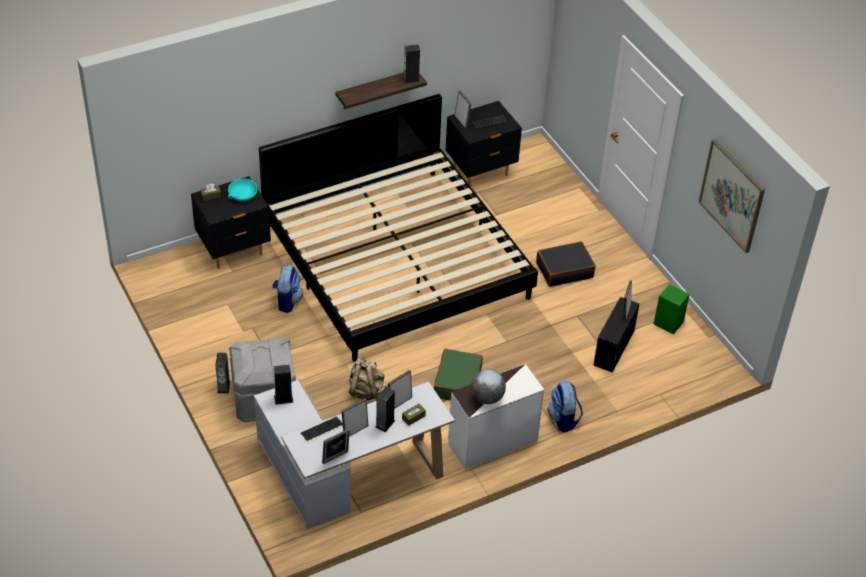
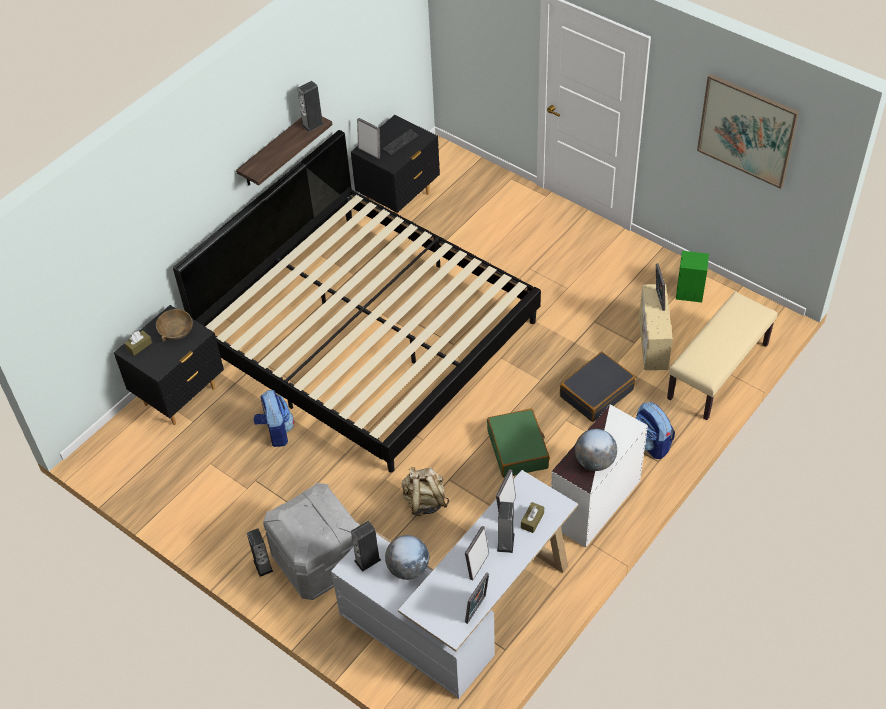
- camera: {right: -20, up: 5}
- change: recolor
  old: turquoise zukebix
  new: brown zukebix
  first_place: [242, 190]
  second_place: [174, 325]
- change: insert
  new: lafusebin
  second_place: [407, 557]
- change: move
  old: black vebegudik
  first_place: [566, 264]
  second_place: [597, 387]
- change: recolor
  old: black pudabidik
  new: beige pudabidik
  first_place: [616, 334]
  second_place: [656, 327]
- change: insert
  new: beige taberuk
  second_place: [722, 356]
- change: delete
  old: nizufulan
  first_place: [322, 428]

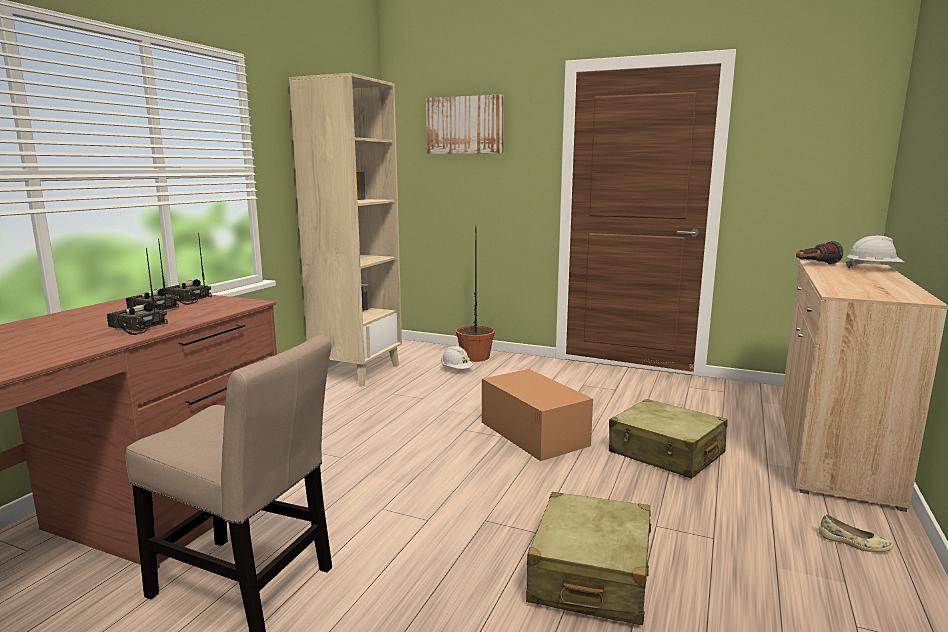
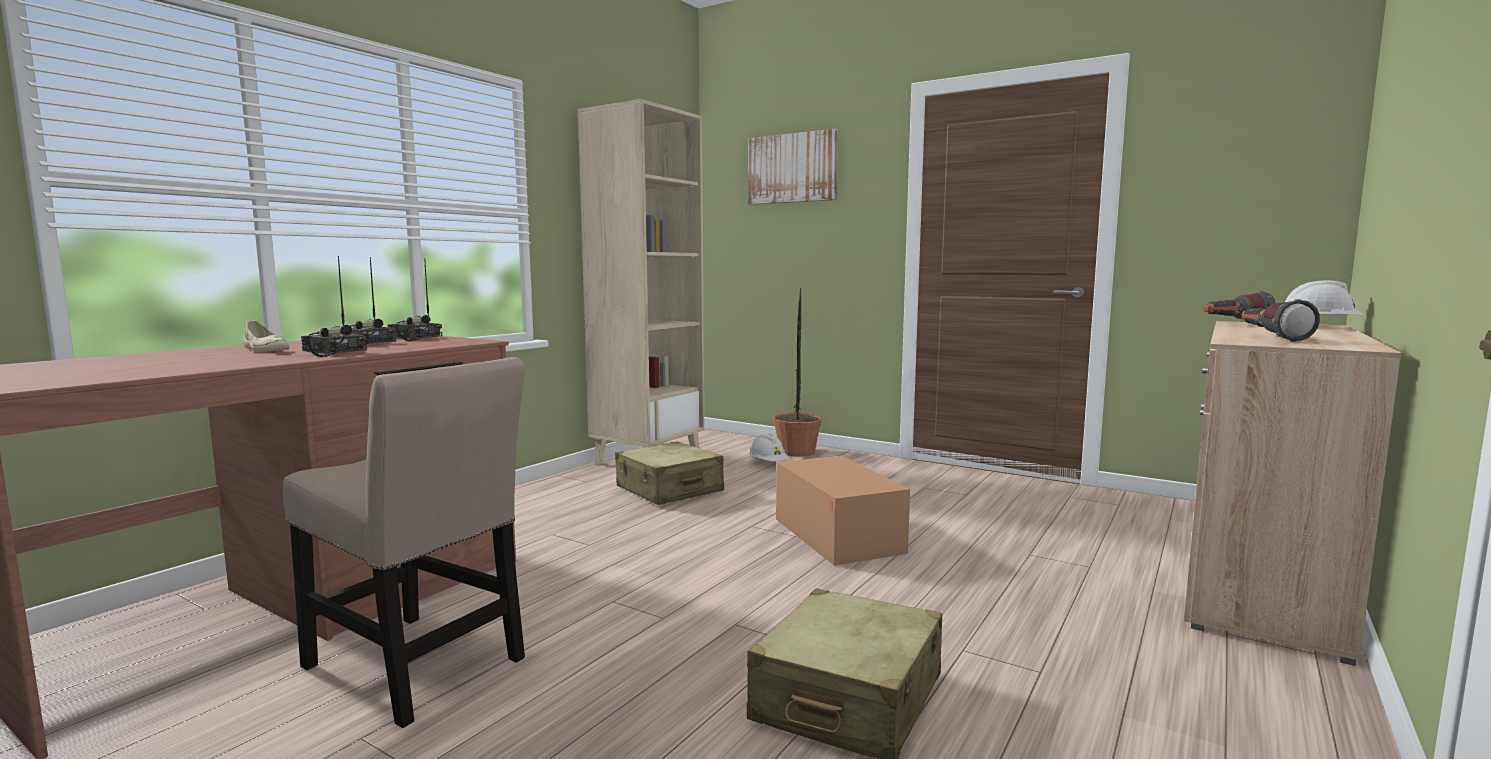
- camera: {right: 10, up: -5}
- change: move
  old: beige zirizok
  first_place: [856, 533]
  second_place: [266, 336]
- change: move
  old: beige vebegudik
  first_place: [668, 439]
  second_place: [669, 473]
- change: insert
  new: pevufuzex
  second_place: [1281, 320]

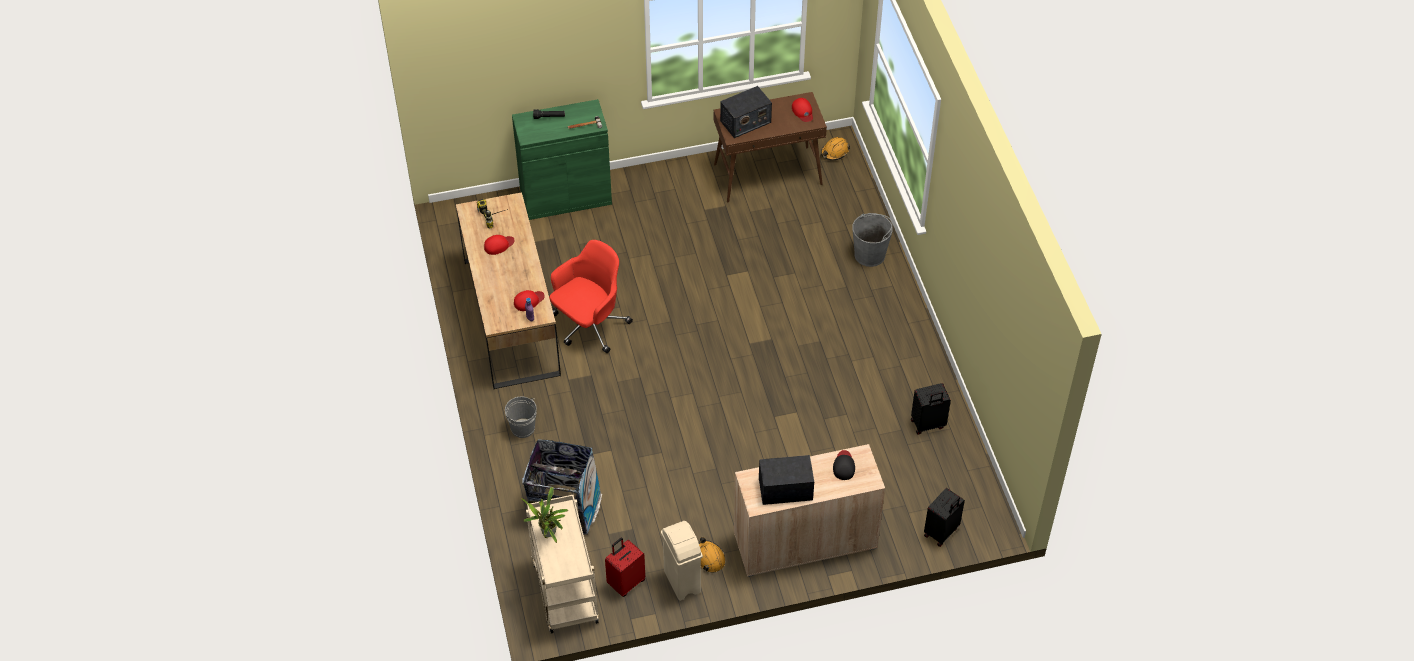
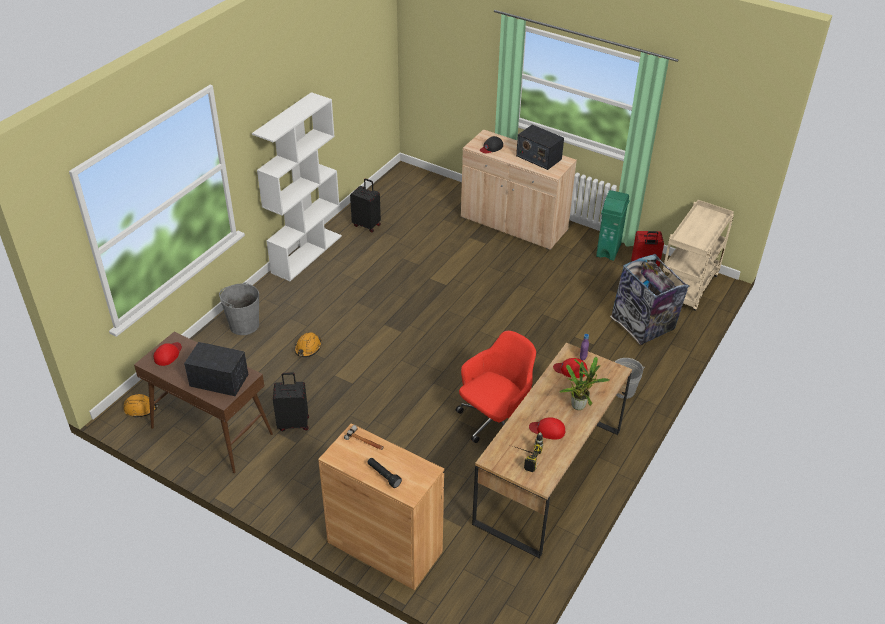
- camera: {right: -135, up: -10}
- change: insert
  new: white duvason
  second_place: [297, 186]
- change: move
  old: black vebegudik
  first_place: [944, 517]
  second_place: [291, 401]
- change: move
  old: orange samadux
  first_place: [712, 555]
  second_place: [308, 344]
- change: recolor
  old: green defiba
  new: brown defiba
  first_place: [562, 159]
  second_place: [381, 506]
- change: rotate
  old: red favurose
  first_place: [591, 296]
  second_place: [496, 387]
  degrees: 135
- change: move
  old: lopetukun
  first_place: [544, 515]
  second_place: [584, 383]
- change: recolor
  old: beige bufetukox
  new: green bufetukox
  first_place: [682, 561]
  second_place: [612, 225]

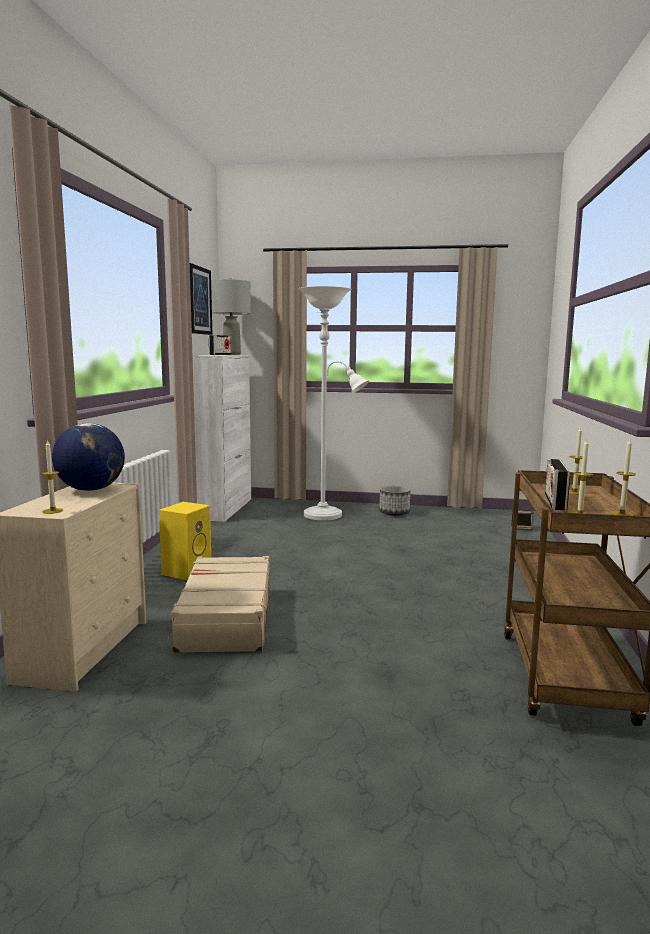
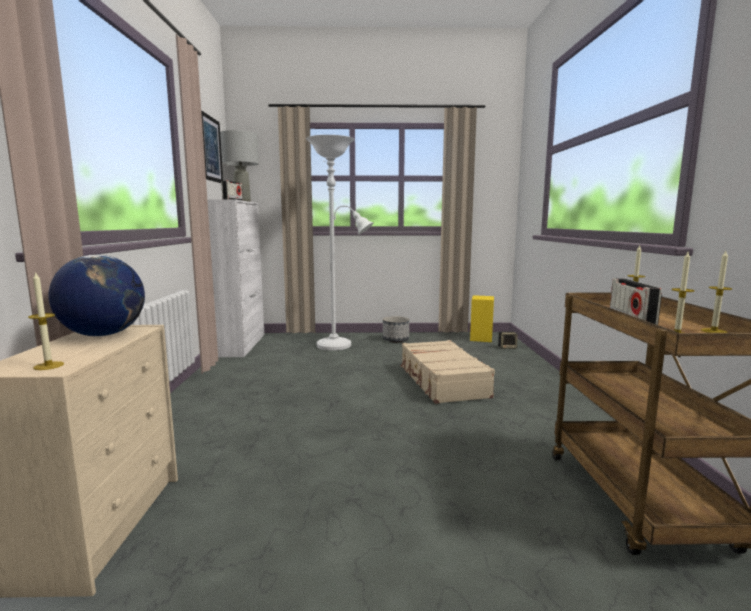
- camera: {right: -10, up: 0}
- change: move
  old: beige vebegudik
  first_place: [219, 604]
  second_place: [447, 372]
- change: move
  old: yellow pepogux
  first_place: [185, 541]
  second_place: [482, 318]

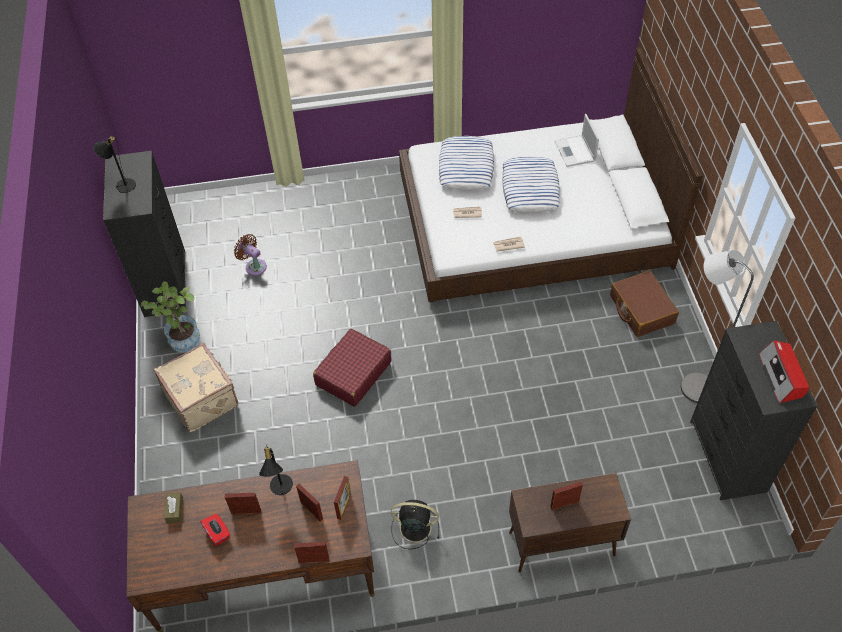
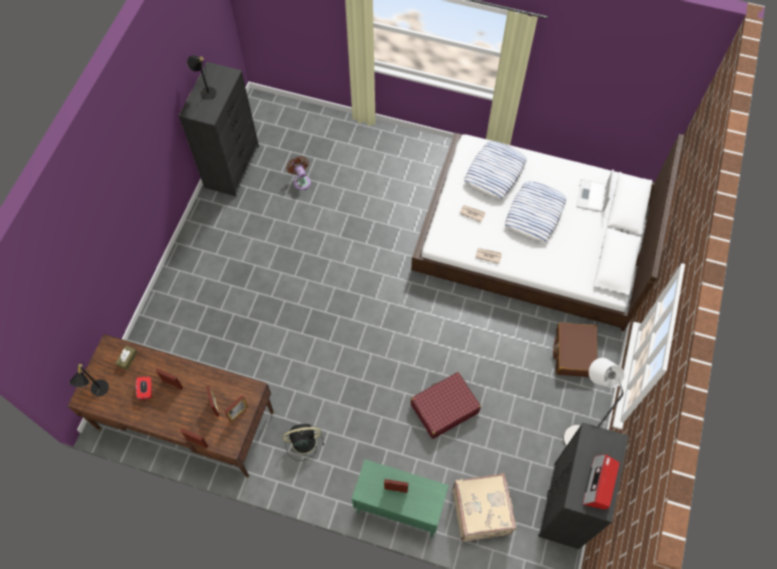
- camera: {right: 25, up: 10}
- change: move
  old: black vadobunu
  first_place: [276, 470]
  second_place: [89, 380]
- change: rotate
  old: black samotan
  first_place: [415, 524]
  second_place: [303, 442]
  degrees: -45
- change: recolor
  old: brown defiba
  new: green defiba
  first_place: [570, 523]
  second_place: [400, 498]
- change: move
  old: red vebegudik
  first_place: [352, 368]
  second_place: [446, 405]
- change: move
  old: beige vebegudik
  first_place: [196, 388]
  second_place: [484, 507]
- change: delete
  old: lopetukun
  first_place: [170, 317]

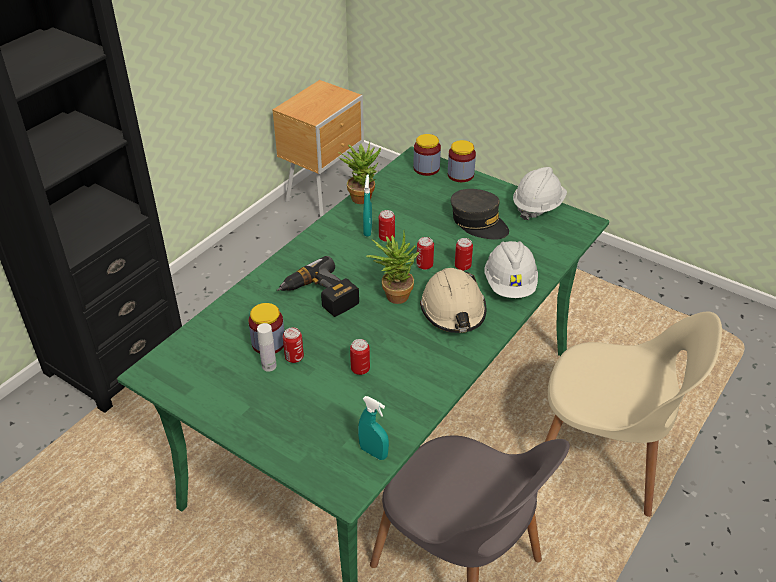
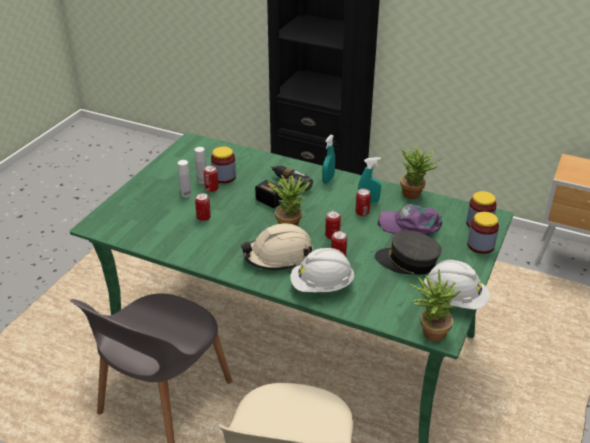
- camera: {right: 80, up: -5}
- change: insert
  new: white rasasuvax
  second_place: [184, 178]
- change: move
  old: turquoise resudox
  first_place: [373, 428]
  second_place: [328, 159]
- change: rotate
  old: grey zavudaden
  first_place: [480, 214]
  second_place: [408, 253]
  degrees: 75
- change: insert
  new: purple zavudaden
  second_place: [409, 219]
- change: insert
  new: lopetukun
  second_place: [435, 305]

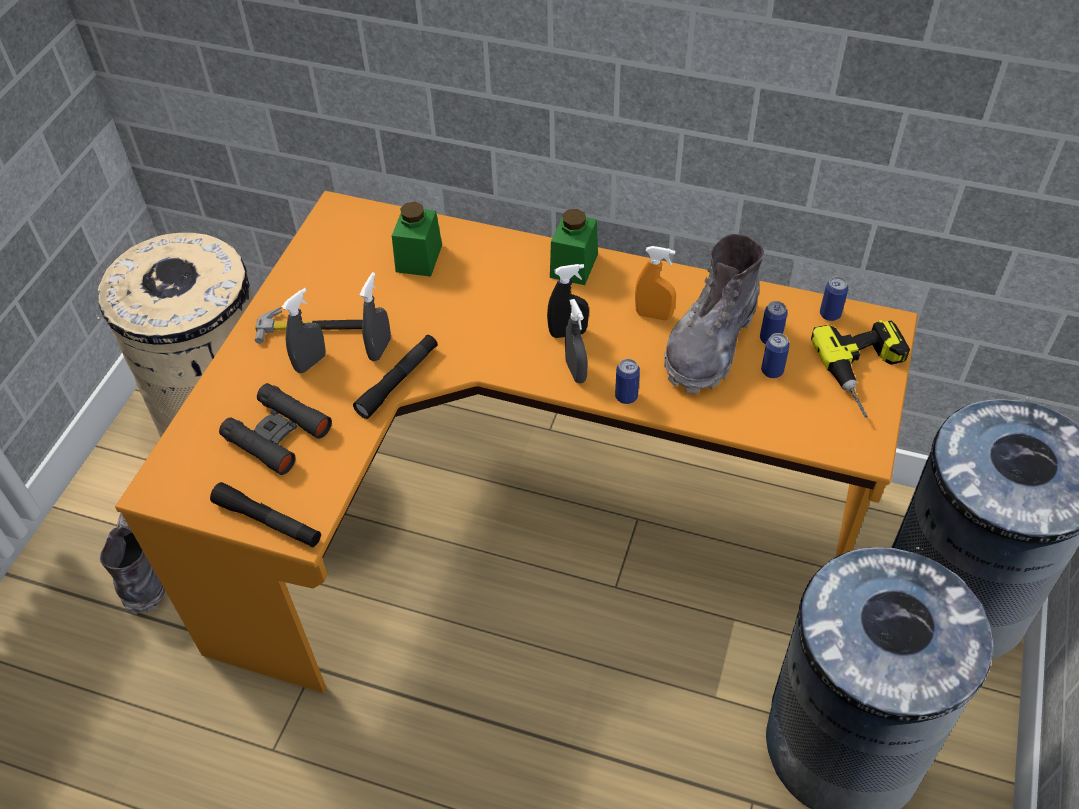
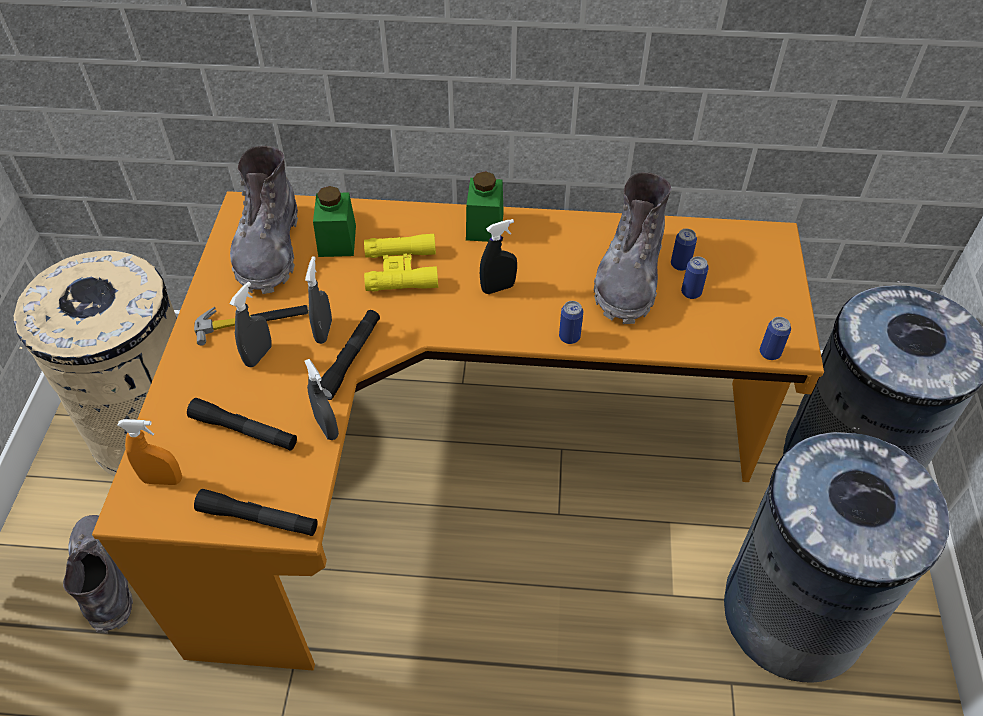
- camera: {right: -15, up: 0}
- change: move
  old: orange resudox
  first_place: [655, 283]
  second_place: [149, 452]
- change: replace
  old: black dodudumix
  new: black pevufuzex
  first_place: [275, 429]
  second_place: [242, 424]
- change: insert
  new: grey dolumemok
  second_place: [264, 220]
- change: move
  old: grey resudox
  first_place: [576, 341]
  second_place: [321, 399]
- change: insert
  new: yellow dodudumix
  second_place: [401, 263]
- change: move
  old: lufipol
  first_place: [834, 298]
  second_place: [775, 338]
- change: delete
  old: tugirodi
  first_place: [860, 369]

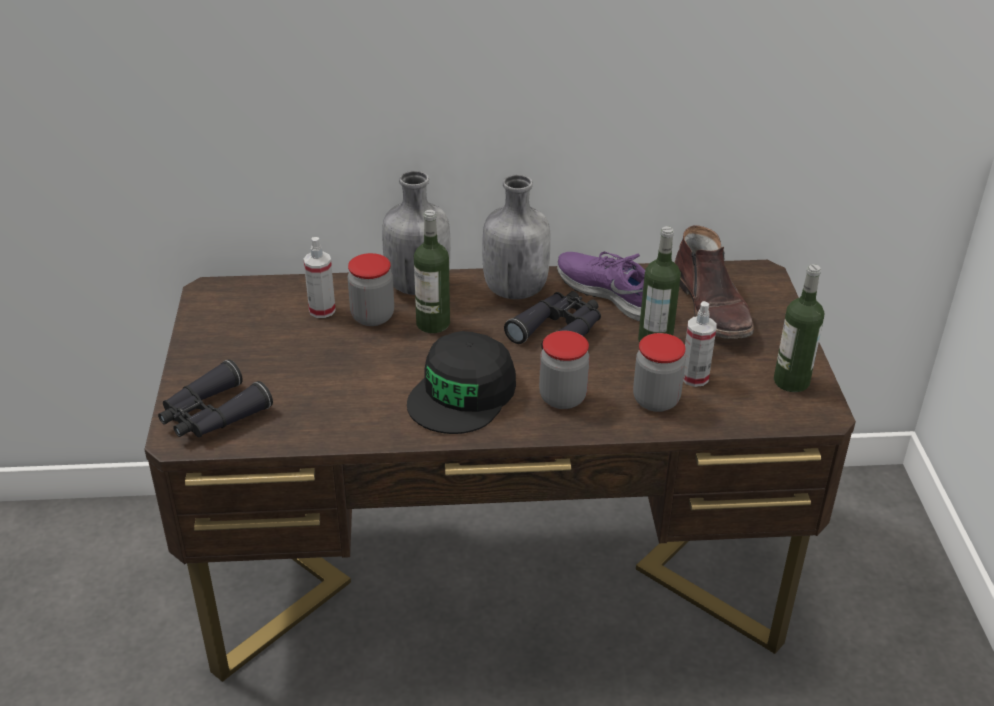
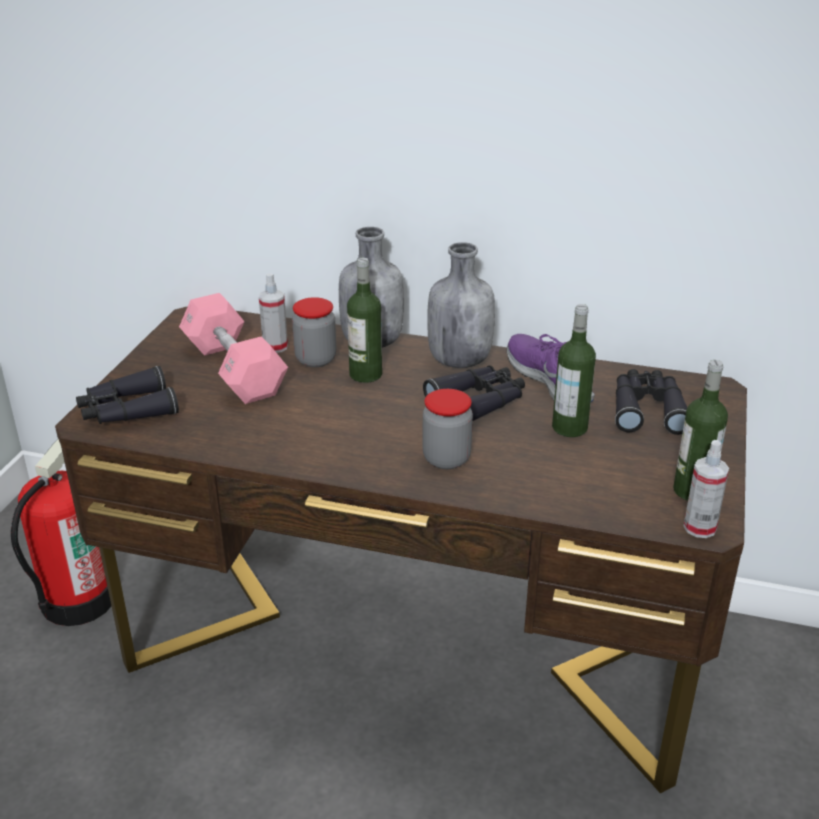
- camera: {right: 20, up: -5}
- change: insert
  new: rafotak
  second_place: [61, 532]
- change: insert
  new: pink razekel
  second_place: [233, 348]
- change: replace
  old: brown dolumemok
  new: black dodudumix
  first_place: [714, 282]
  second_place: [651, 402]
- change: move
  old: resudox
  first_place: [699, 344]
  second_place: [706, 489]
- change: delete
  old: black zavudaden
  first_place: [461, 382]
- change: delete
  old: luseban
  first_place: [659, 372]

